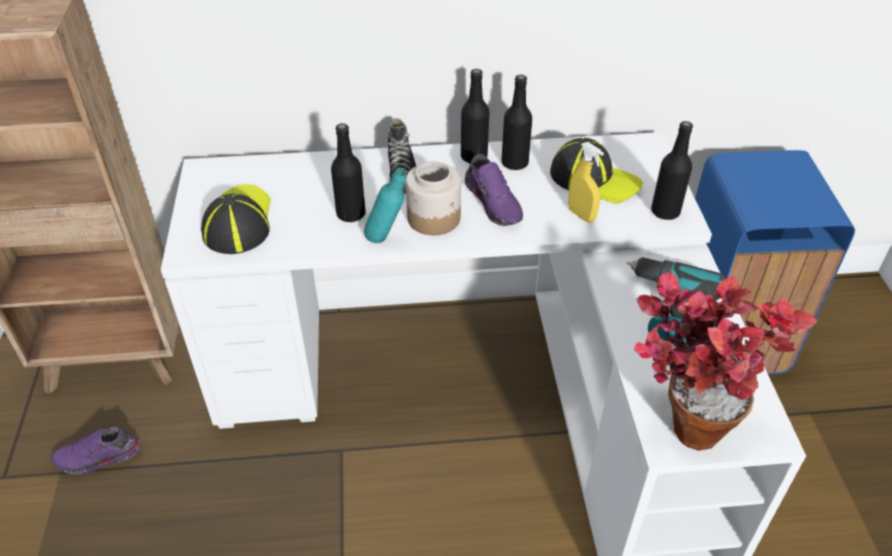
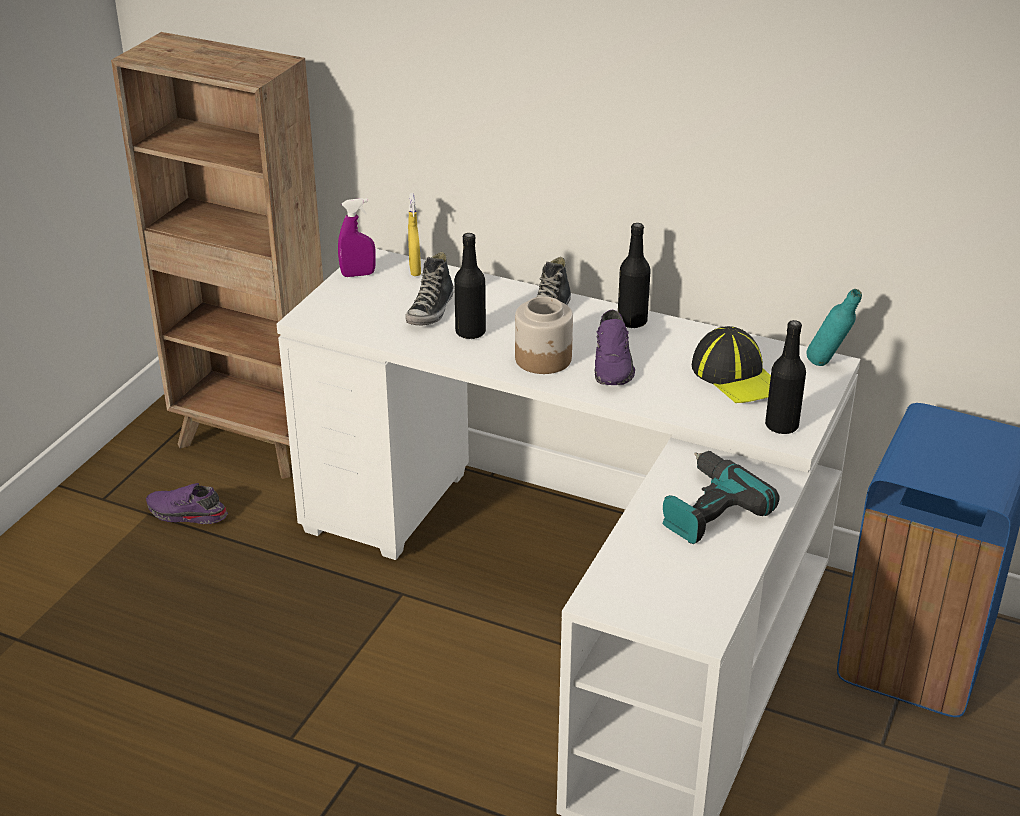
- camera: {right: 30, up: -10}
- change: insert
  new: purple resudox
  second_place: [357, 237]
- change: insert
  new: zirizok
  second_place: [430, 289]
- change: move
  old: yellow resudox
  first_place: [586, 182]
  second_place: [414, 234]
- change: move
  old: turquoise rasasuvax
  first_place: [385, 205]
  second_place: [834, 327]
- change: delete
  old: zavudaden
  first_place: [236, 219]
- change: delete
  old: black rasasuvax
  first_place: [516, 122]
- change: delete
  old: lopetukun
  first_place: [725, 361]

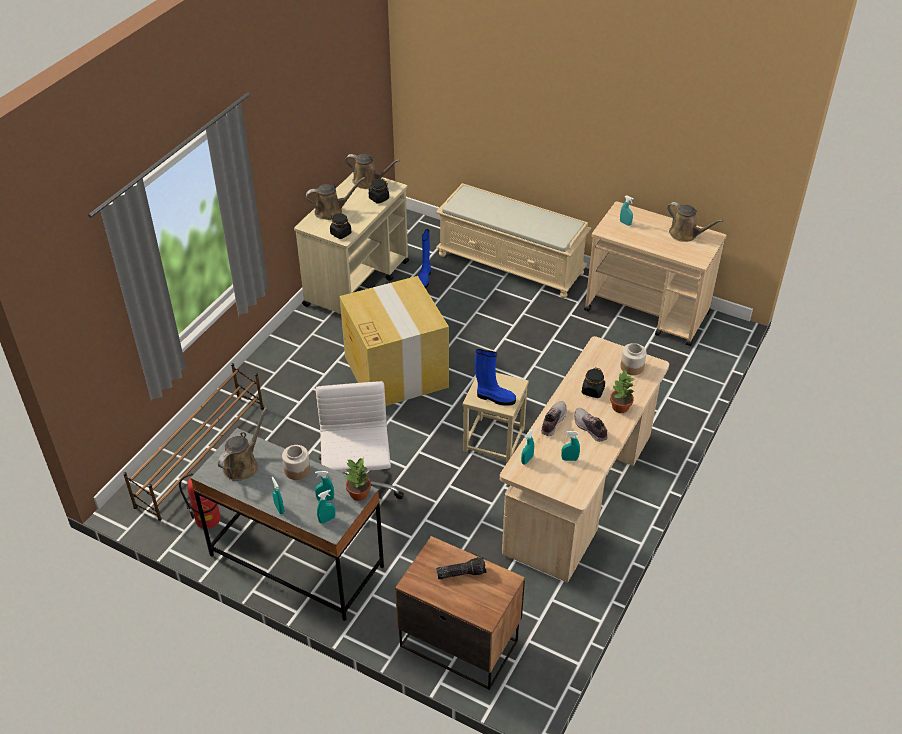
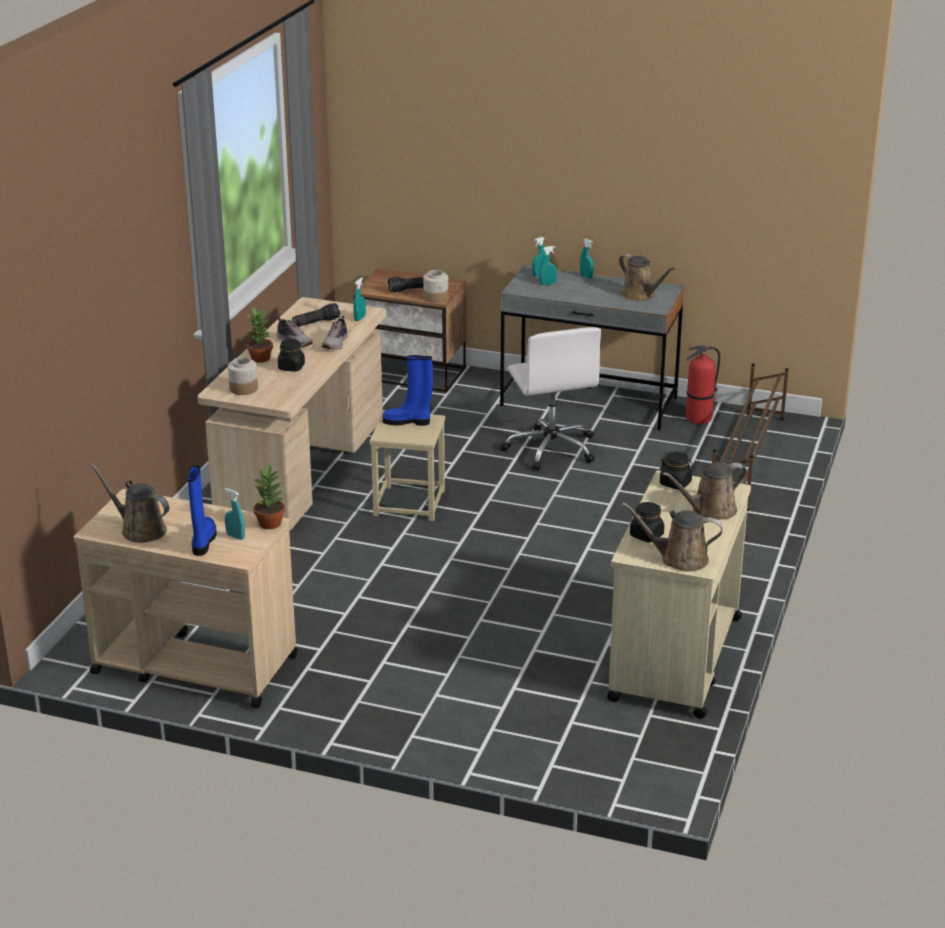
- camera: {right: 170, up: -15}
- change: move
  old: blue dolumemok
  first_place: [424, 259]
  second_place: [202, 510]
- change: move
  old: lopetukun
  first_place: [358, 479]
  second_place: [269, 496]
- change: replace
  old: turquoise resudox
  new: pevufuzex
  first_place: [570, 446]
  second_place: [316, 315]
- change: move
  old: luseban
  first_place: [296, 462]
  second_place: [435, 286]
- change: rotate
  old: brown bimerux
  first_place: [243, 444]
  second_place: [647, 277]
  degrees: -60
- change: delete
  old: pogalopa
  first_place: [394, 341]
- change: delete
  old: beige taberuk
  first_place: [513, 240]

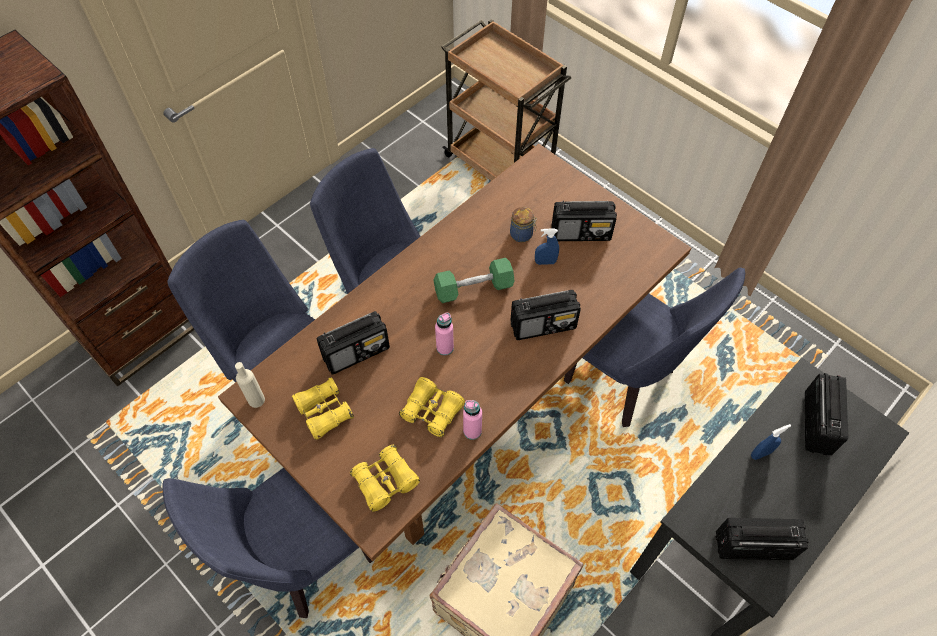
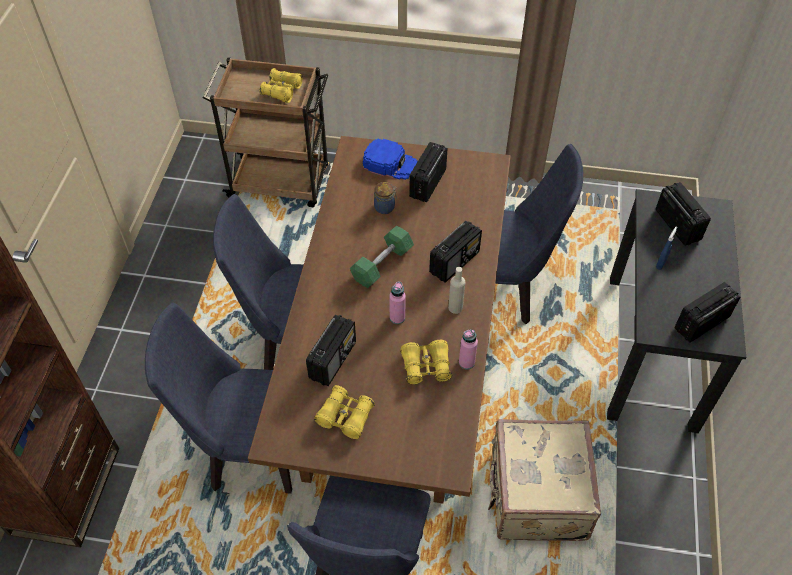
- camera: {right: -35, up: -5}
- change: move
  old: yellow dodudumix
  first_place: [385, 478]
  second_place: [281, 85]
- change: insert
  new: blue zavudaden
  second_place: [390, 159]
- change: rotate
  old: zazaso
  first_place: [584, 220]
  second_place: [428, 172]
  degrees: 150
- change: move
  old: beige rasasuvax
  first_place: [250, 385]
  second_place: [456, 290]
- change: delete
  old: blue resudox
  first_place: [547, 247]

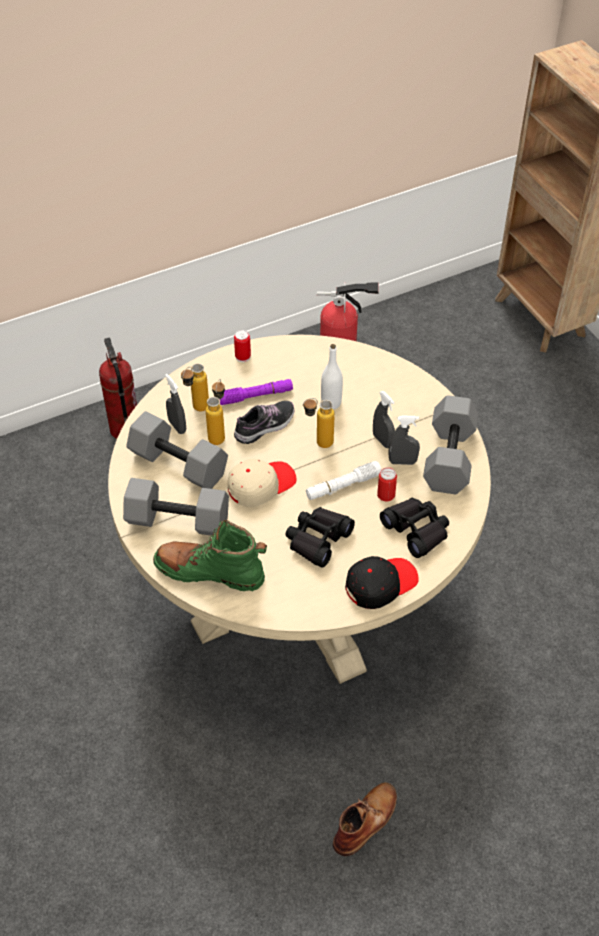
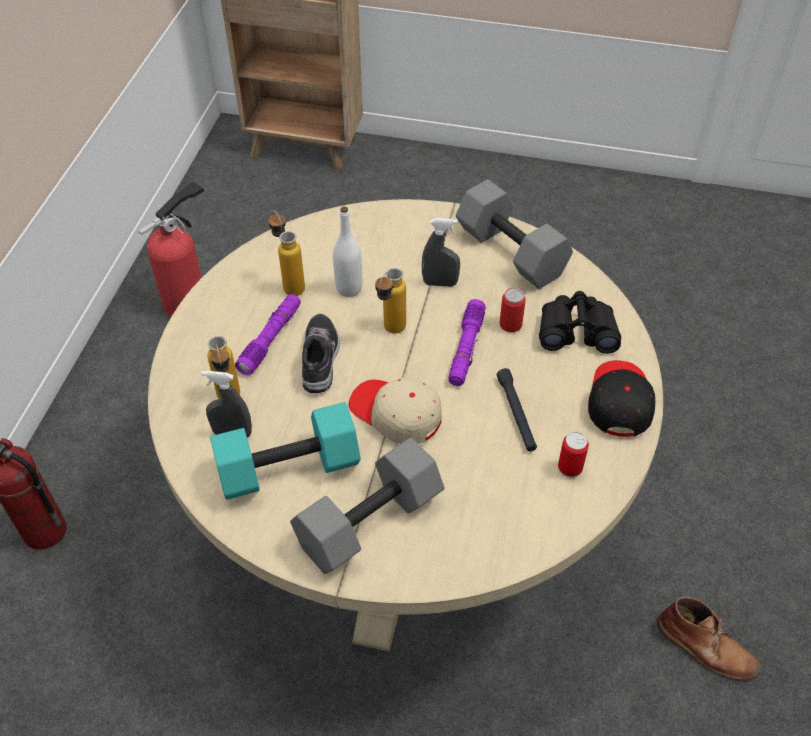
- camera: {right: -50, up: 0}
- change: recolor
  old: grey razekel
  new: turquoise razekel
  first_place: [177, 450]
  second_place: [285, 451]
- change: move
  old: rasasuvax
  first_place: [215, 412]
  second_place: [287, 253]
- change: rotate
  old: beige zavudaden
  first_place: [262, 483]
  second_place: [395, 411]
  degrees: -60
- change: recolor
  old: white pevufuzex
  new: purple pevufuzex
  first_place: [344, 480]
  second_place: [467, 342]
- change: replace
  old: black dodudumix
  new: black pevufuzex
  first_place: [320, 537]
  second_place: [517, 410]
- change: move
  old: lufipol
  first_place: [242, 346]
  second_place: [573, 455]
- change: rotate
  old: brown dolumemok
  first_place: [365, 819]
  second_place: [709, 639]
  degrees: 135
- change: delete
  old: green dolumemok
  first_place: [210, 555]
- change: delete
  old: grey resudox
  first_place: [404, 440]

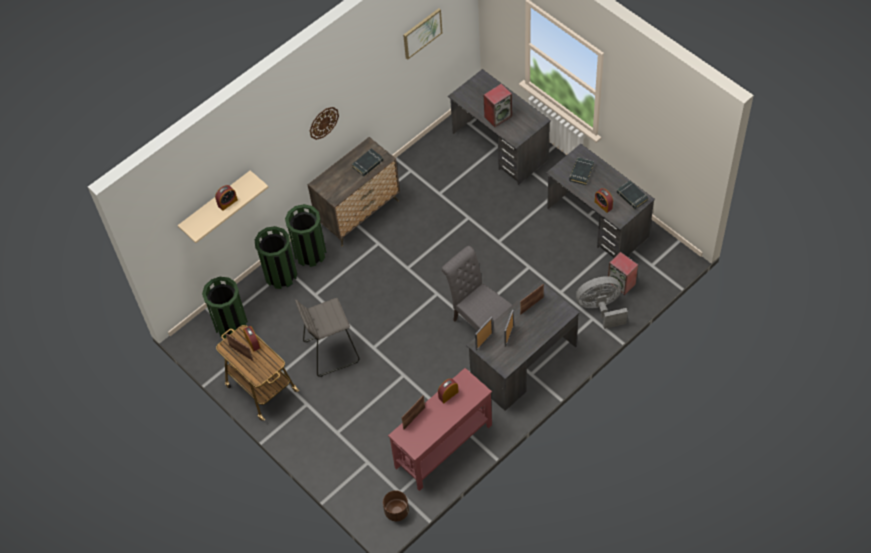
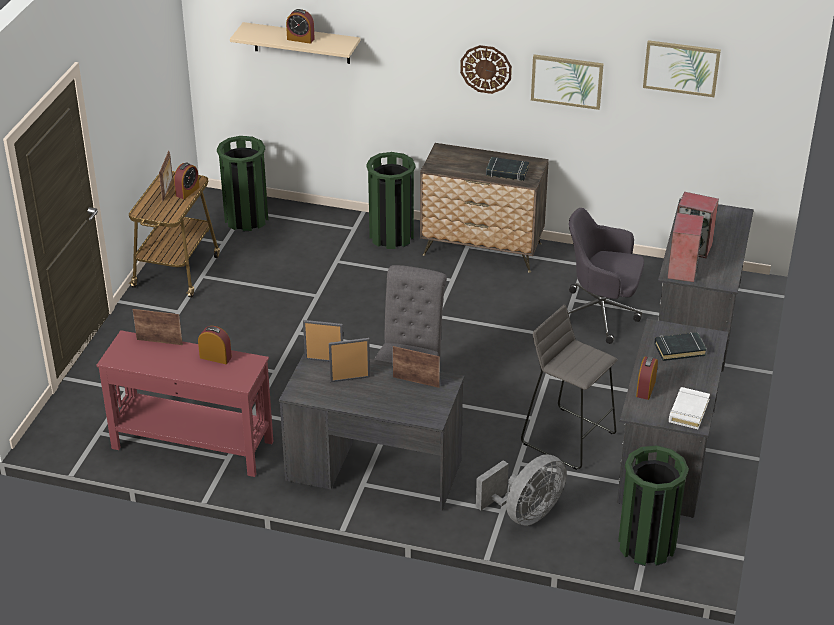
- camera: {right: 55, up: -20}
- change: rotate
  old: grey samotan
  first_place: [602, 302]
  second_place: [521, 490]
  degrees: 90
- change: move
  old: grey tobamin
  first_place: [327, 337]
  second_place: [569, 387]
- change: insert
  new: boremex
  second_place: [567, 82]
- change: insert
  new: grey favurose
  second_place: [606, 276]
- change: move
  old: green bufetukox
  first_place: [276, 257]
  second_place: [653, 505]
- change: move
  old: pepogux
  first_place: [623, 273]
  second_place: [685, 247]
- change: recolor
  old: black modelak
  new: white modelak
  first_place: [632, 195]
  second_place: [689, 408]
- change: delete
  old: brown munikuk
  first_place: [396, 505]

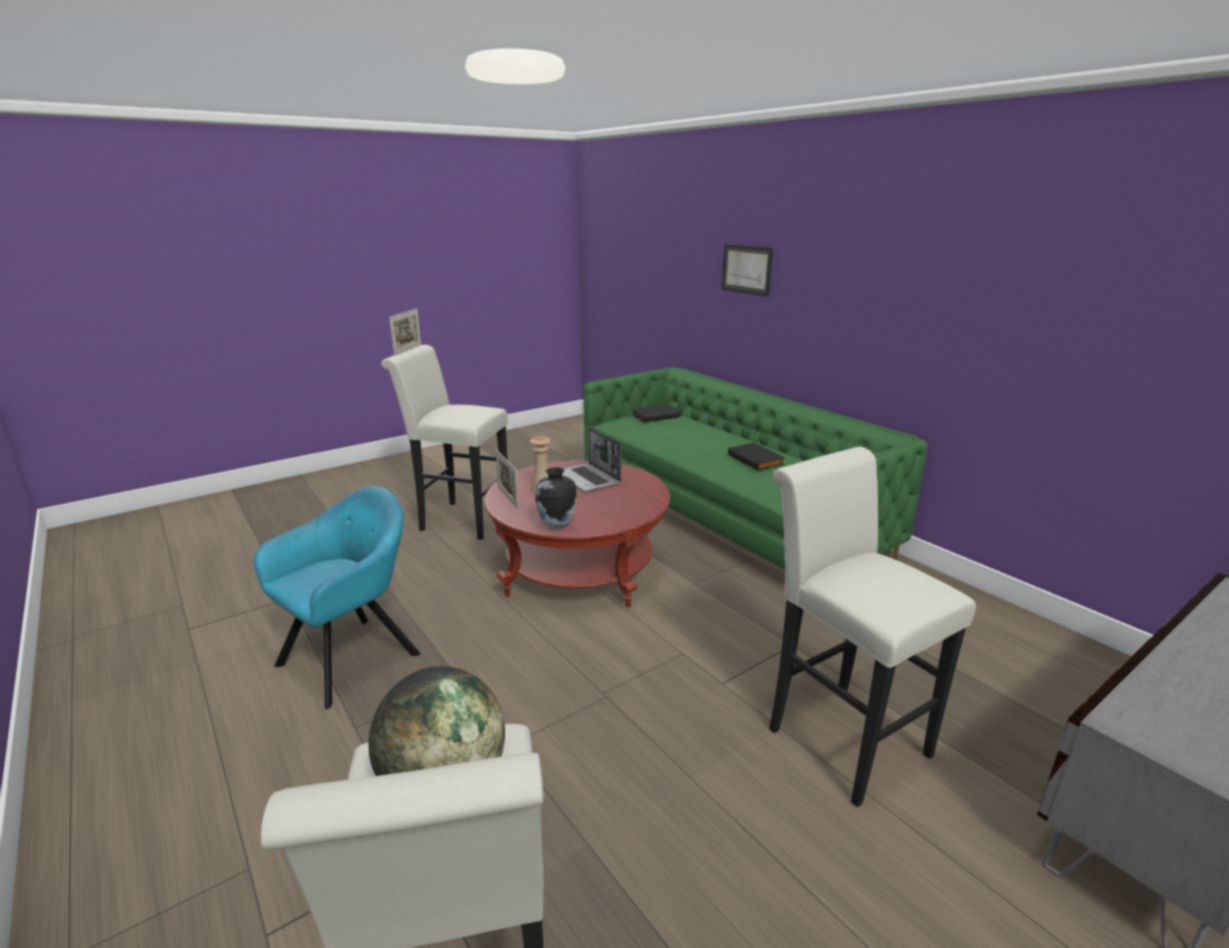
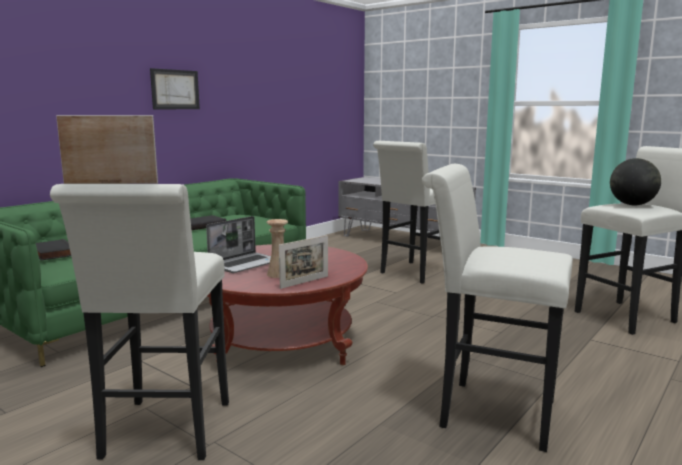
- camera: {right: -105, up: -10}
- change: move
  old: boremex
  first_place: [747, 270]
  second_place: [175, 88]
- change: replace
  old: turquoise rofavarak
  new: white tobamin
  first_place: [337, 597]
  second_place: [497, 308]
- change: delete
  old: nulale
  first_place: [556, 498]

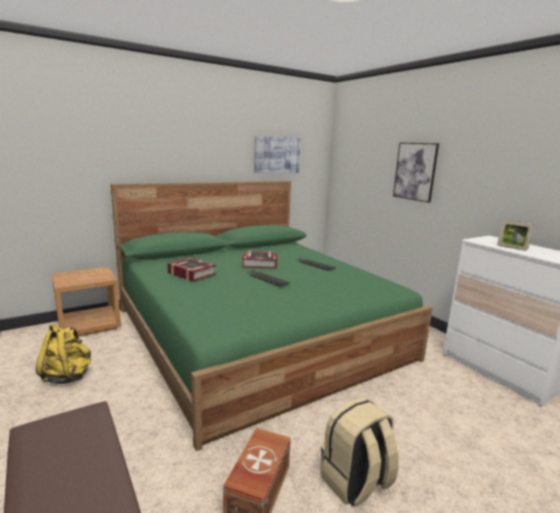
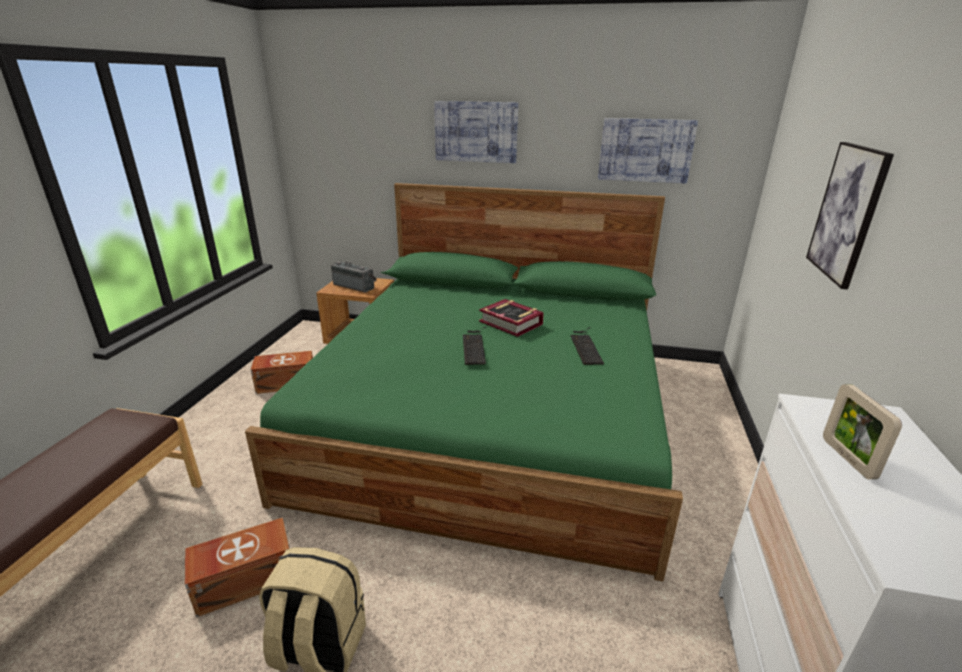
- camera: {right: 45, up: 10}
- change: replace
  old: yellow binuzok
  new: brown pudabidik
  first_place: [63, 354]
  second_place: [282, 372]
- change: insert
  new: zazaso
  second_place: [354, 276]
- change: insert
  new: boremex
  second_place: [476, 132]
- change: delete
  old: modelak
  first_place: [191, 269]

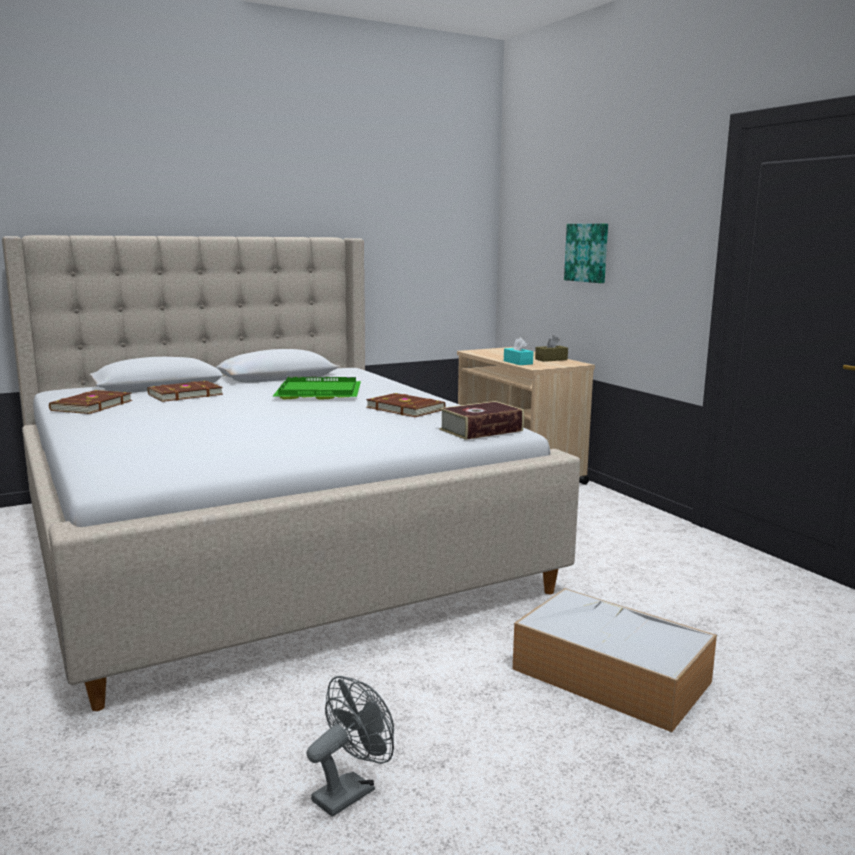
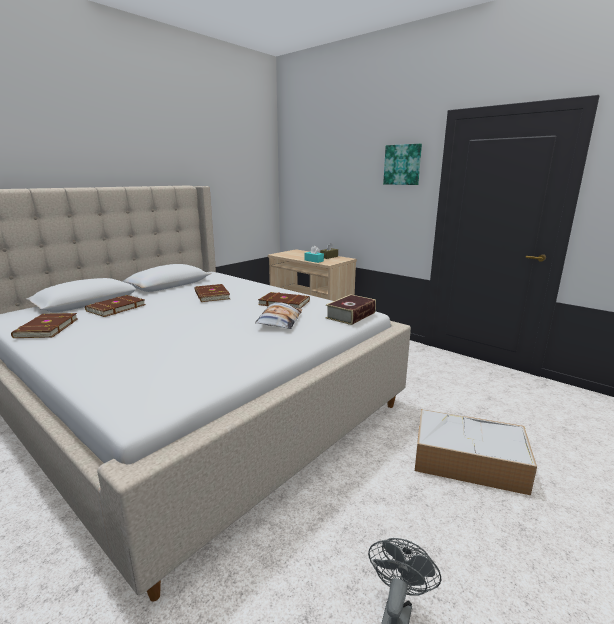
- camera: {right: -20, up: 5}
- change: replace
  old: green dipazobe
  new: brown modelak
  first_place: [317, 388]
  second_place: [212, 293]
- change: insert
  new: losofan
  second_place: [278, 316]
- change: move
  old: boremex
  first_place: [586, 253]
  second_place: [402, 164]

